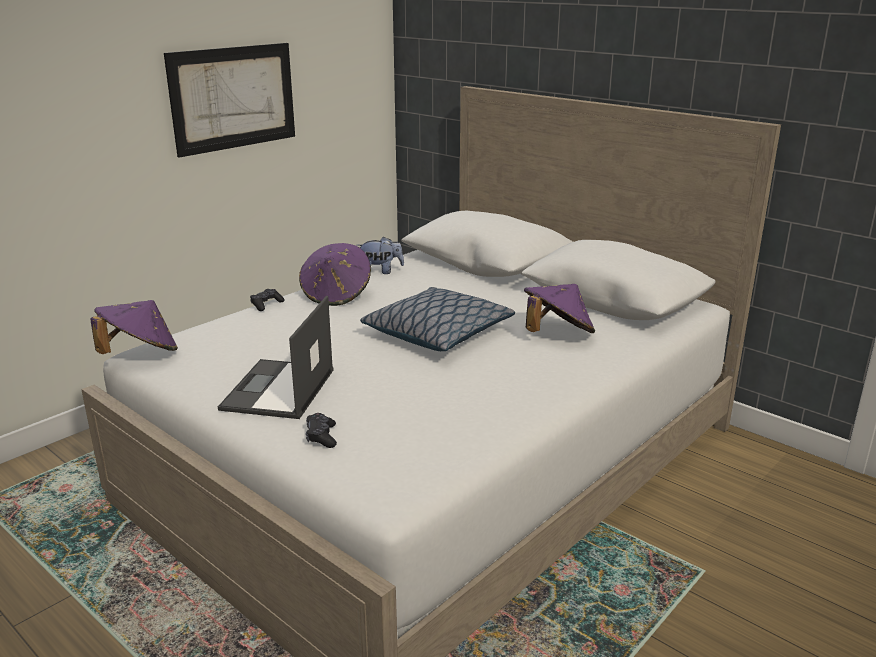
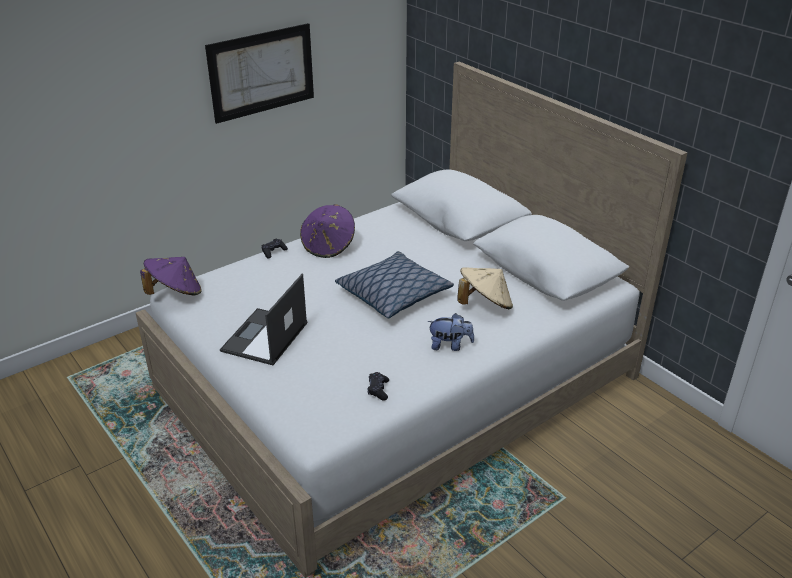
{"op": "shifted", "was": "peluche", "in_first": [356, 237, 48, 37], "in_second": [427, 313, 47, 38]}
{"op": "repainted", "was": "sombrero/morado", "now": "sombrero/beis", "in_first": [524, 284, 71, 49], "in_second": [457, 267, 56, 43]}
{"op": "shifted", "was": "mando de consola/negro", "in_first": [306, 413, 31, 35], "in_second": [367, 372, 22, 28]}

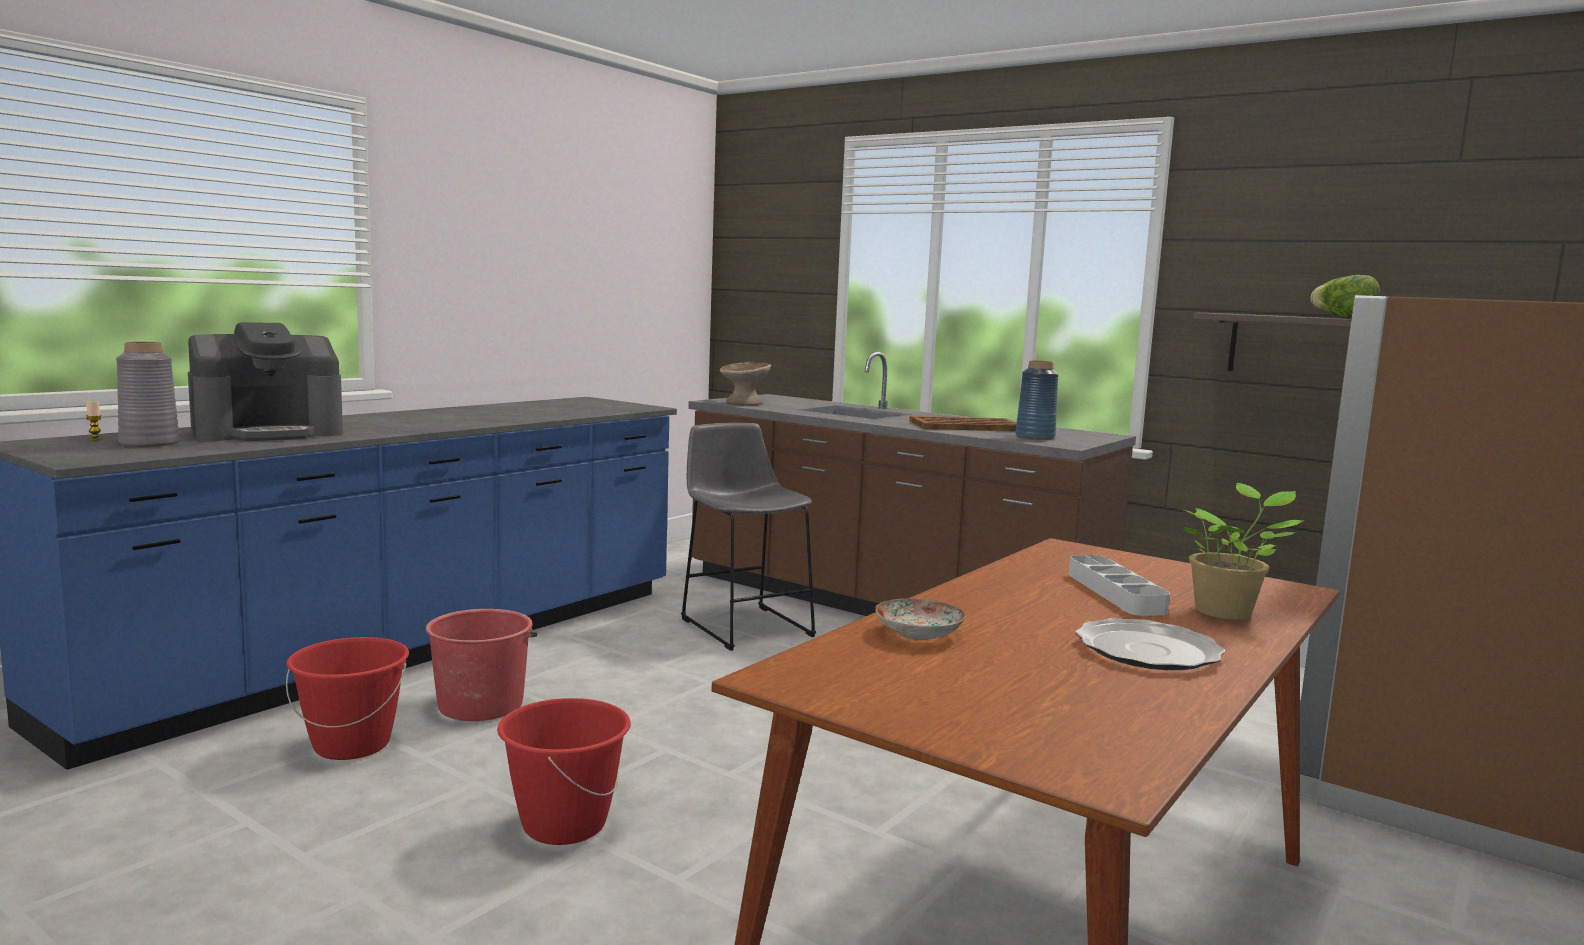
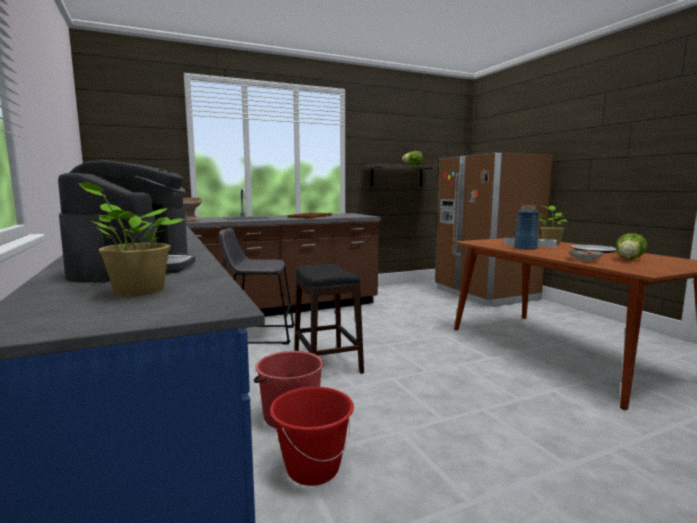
{"op": "swapped", "was": "florero/gris", "now": "planta en maceta", "in_first": [116, 342, 64, 105], "in_second": [79, 182, 106, 115]}
{"op": "shifted", "was": "florero/azul", "in_first": [1015, 360, 44, 80], "in_second": [514, 205, 25, 45]}
{"op": "gone", "was": "vela", "in_first": [86, 400, 17, 41]}
{"op": "gone", "was": "cubo/rojo", "in_first": [497, 698, 134, 147]}
{"op": "new", "now": "lechuga", "in_second": [616, 233, 31, 26]}
{"op": "new", "now": "taburete/negro", "in_second": [294, 264, 70, 110]}

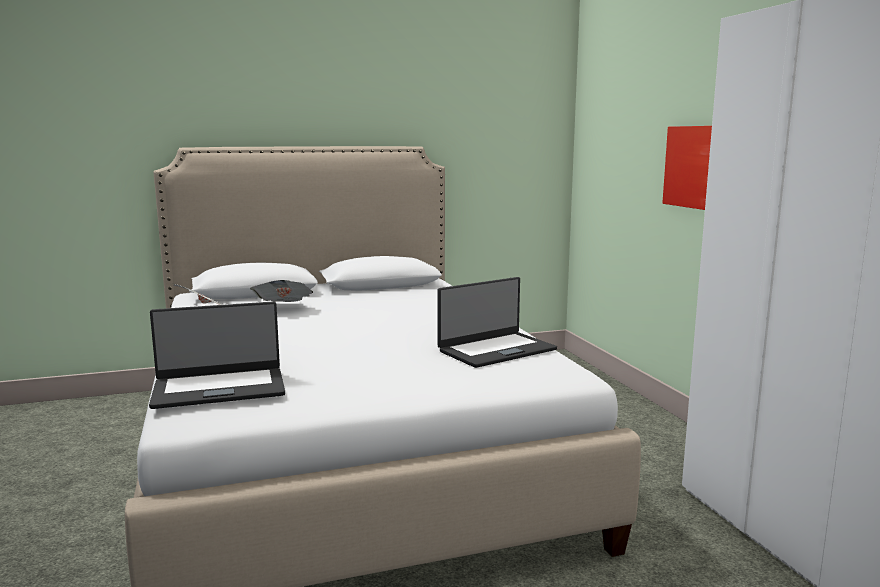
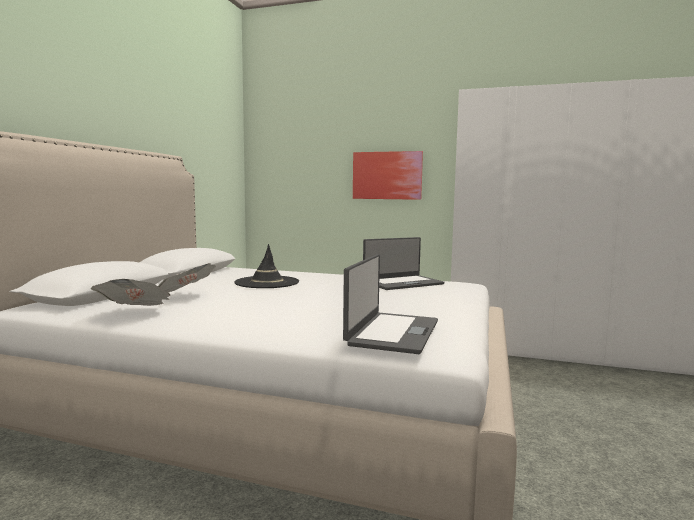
{"op": "rotated", "was": "portátil", "in_first": [438, 277, 119, 91], "in_second": [363, 237, 81, 53], "clockwise": 60}
{"op": "new", "now": "sombrero/negro", "in_second": [235, 244, 64, 44]}

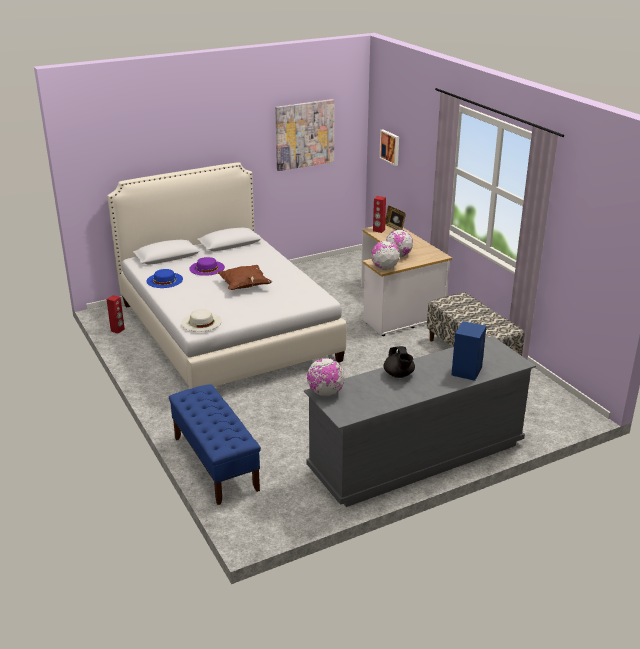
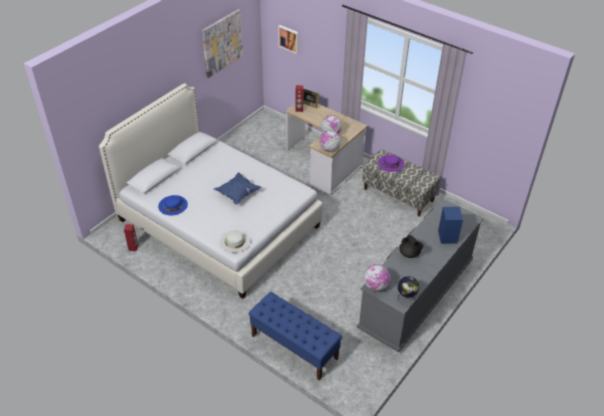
{"op": "shifted", "was": "sombrero/morado", "in_first": [189, 257, 36, 19], "in_second": [378, 155, 26, 17]}
{"op": "repainted", "was": "cojín/marrón", "now": "cojín/azul", "in_first": [217, 265, 55, 25], "in_second": [214, 172, 48, 32]}
{"op": "new", "now": "globo terráqueo", "in_second": [398, 276, 21, 25]}

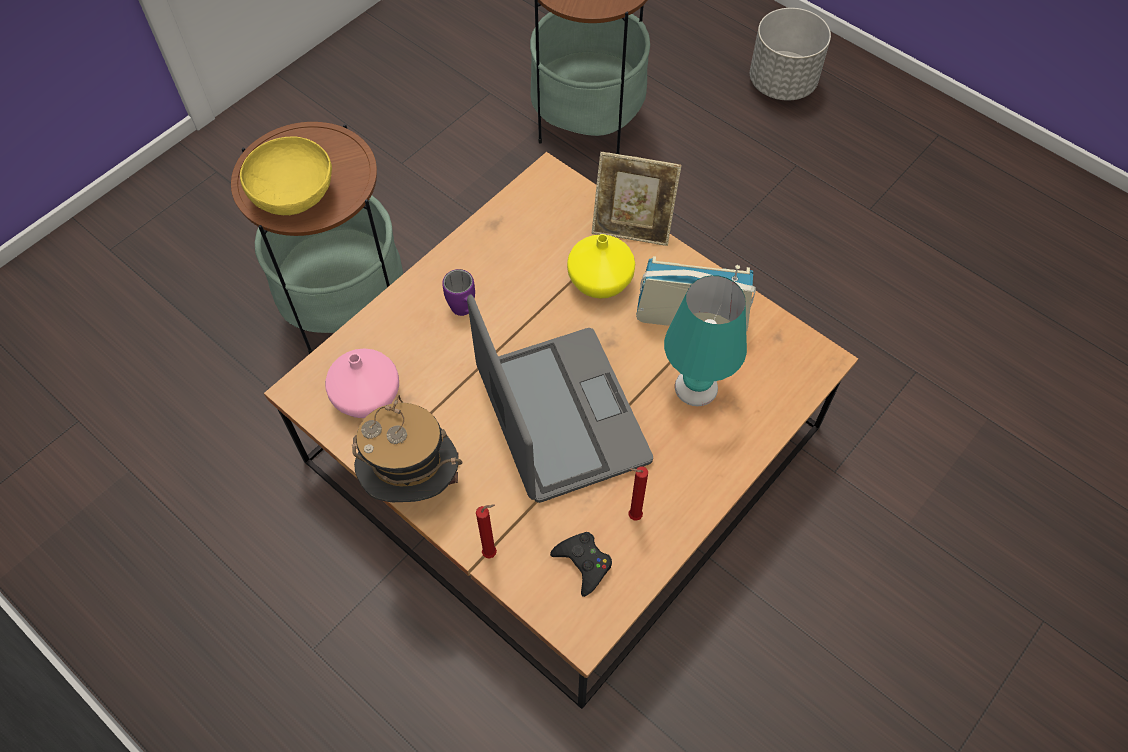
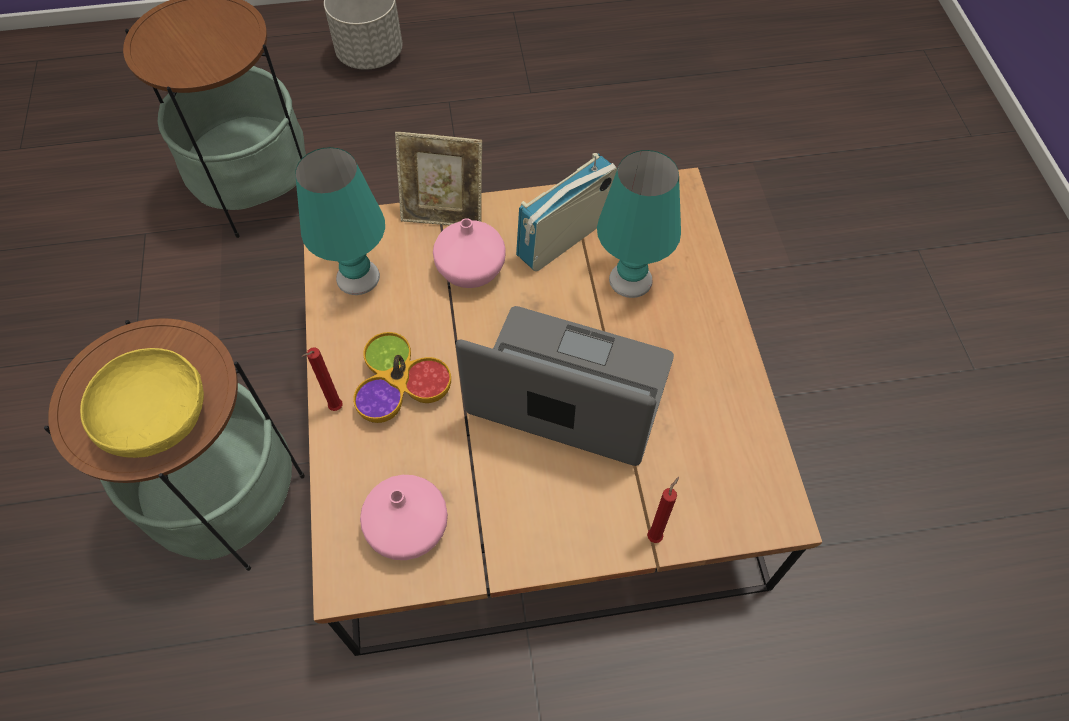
{"op": "rotated", "was": "portarretratos", "in_first": [592, 152, 90, 94], "in_second": [395, 132, 87, 94], "clockwise": 45}
{"op": "repainted", "was": "florero/amarillo", "now": "florero/rosa", "in_first": [567, 234, 68, 65], "in_second": [433, 218, 73, 70]}
{"op": "swapped", "was": "taza grande/morado", "now": "cuenco", "in_first": [442, 269, 33, 47], "in_second": [353, 332, 98, 91]}
{"op": "gone", "was": "sombrero", "in_first": [352, 395, 110, 107]}
{"op": "shifted", "was": "vela/rojo", "in_first": [628, 466, 20, 55], "in_second": [302, 347, 41, 64]}
{"op": "gone", "was": "mando de consola/negro", "in_first": [550, 532, 62, 65]}
{"op": "new", "now": "lámpara de mesa/turquesa", "in_second": [295, 147, 90, 148]}

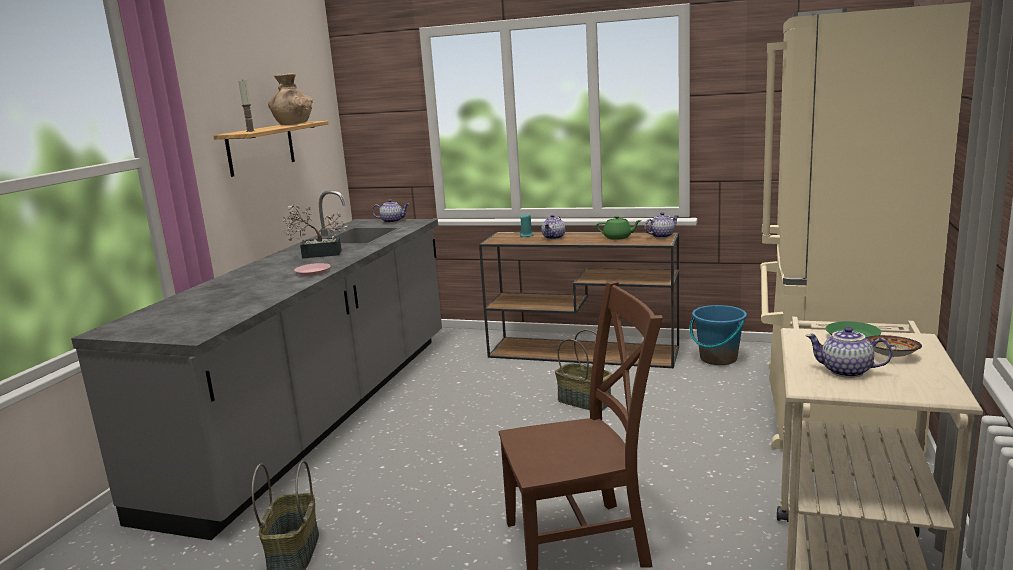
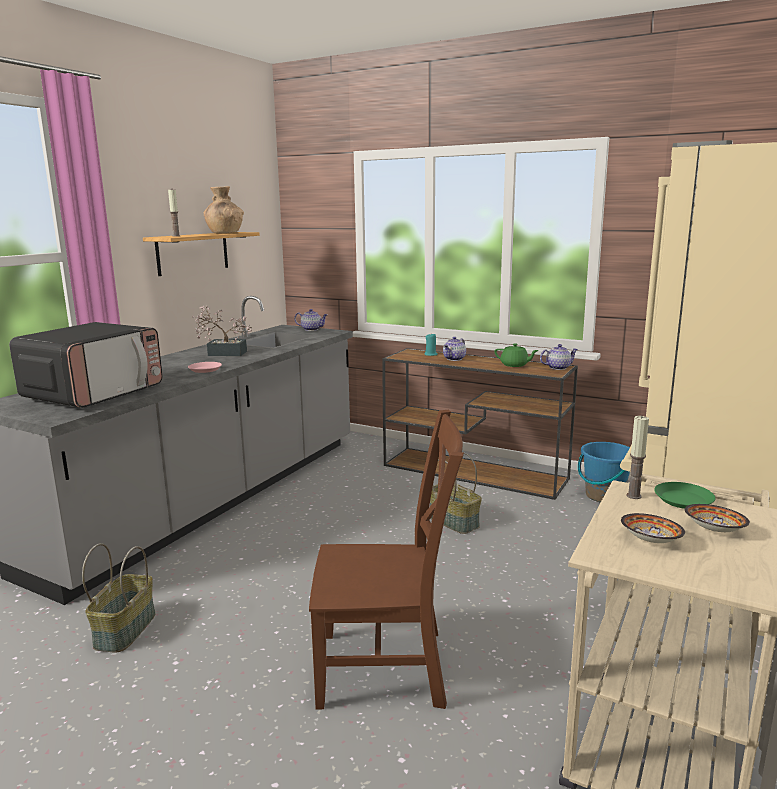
{"op": "swapped", "was": "tetera", "now": "cuenco", "in_first": [805, 327, 87, 51], "in_second": [621, 513, 64, 30]}
{"op": "new", "now": "microondas", "in_second": [9, 322, 154, 86]}
{"op": "new", "now": "vela", "in_second": [626, 415, 23, 84]}

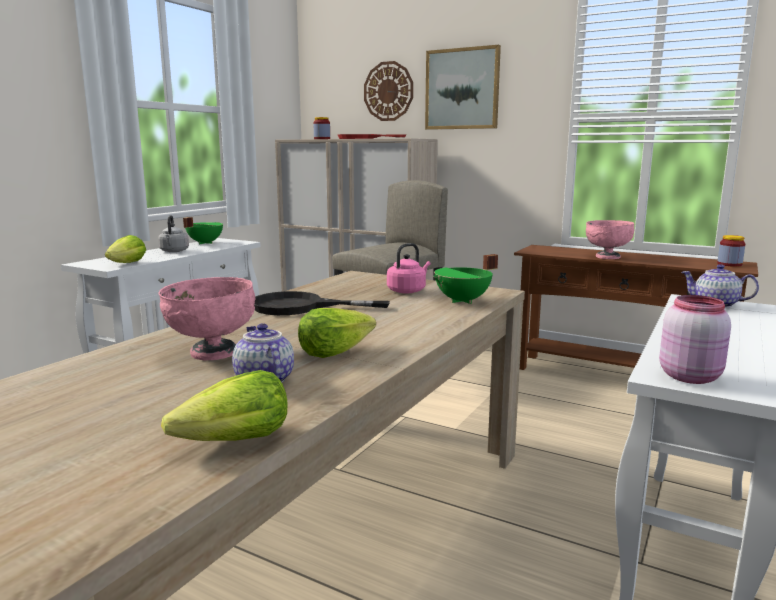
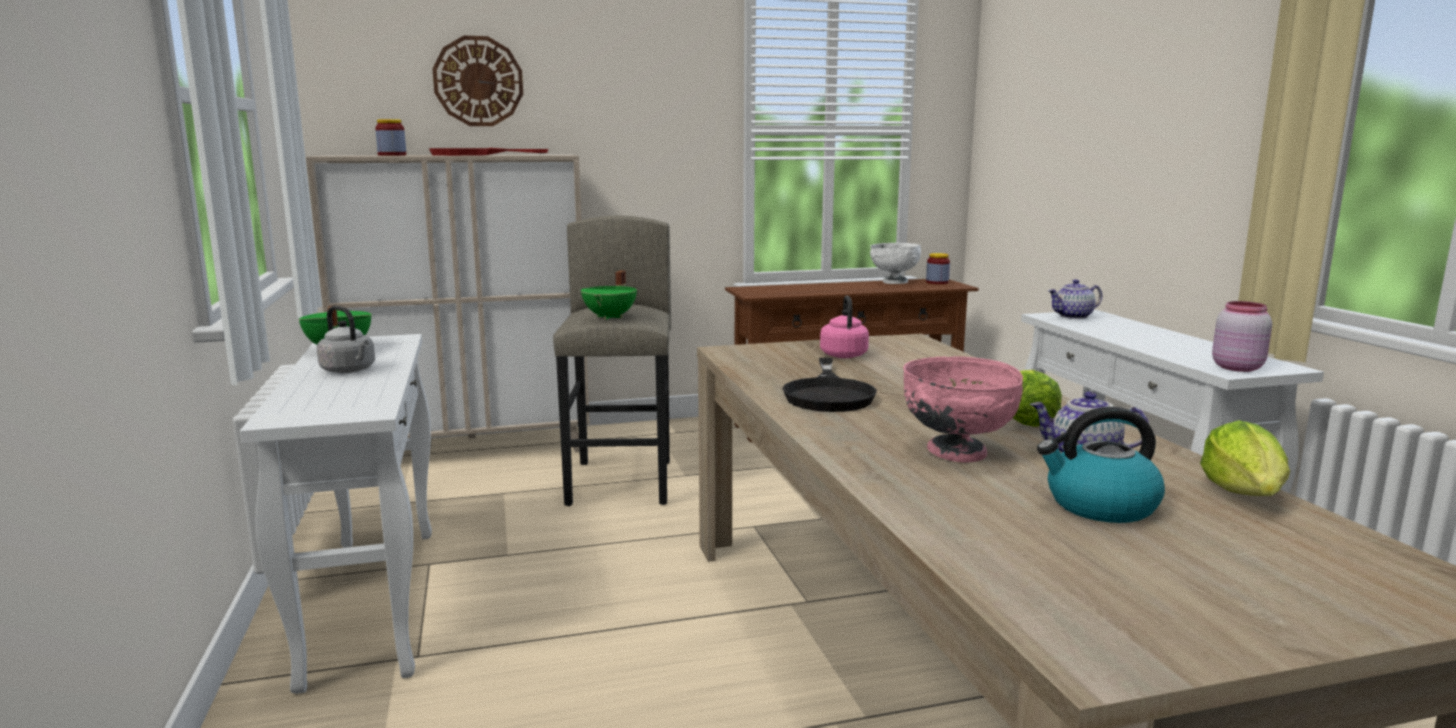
{"op": "gone", "was": "cuadro", "in_first": [425, 45, 76, 85]}
{"op": "gone", "was": "cuenco/rosa", "in_first": [586, 220, 48, 39]}
{"op": "gone", "was": "lechuga", "in_first": [105, 235, 41, 28]}
{"op": "shifted", "was": "olla/verde", "in_first": [433, 254, 65, 50], "in_second": [581, 270, 56, 50]}
{"op": "rotated", "was": "sartén/negro", "in_first": [254, 291, 136, 24], "in_second": [782, 358, 95, 54], "clockwise": -45}
{"op": "new", "now": "cuenco/blanco", "in_second": [870, 243, 51, 41]}
{"op": "new", "now": "hervidor", "in_second": [1037, 407, 128, 116]}

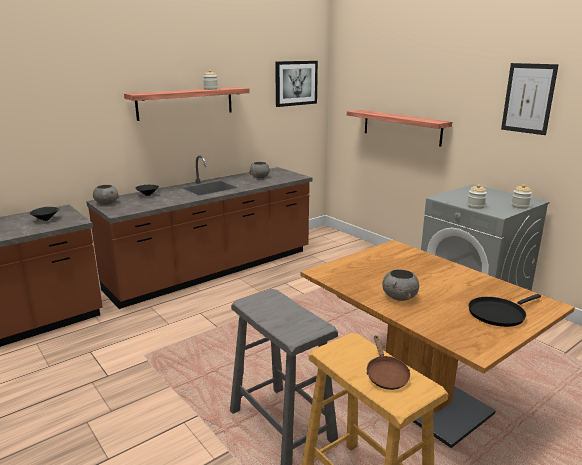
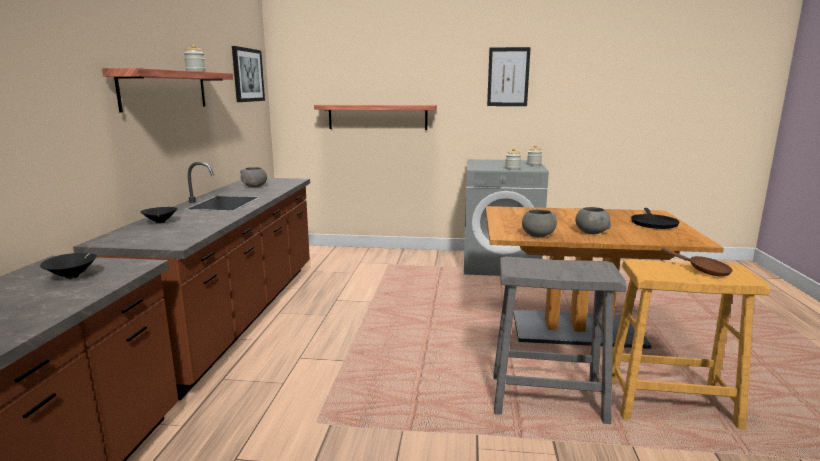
{"op": "shifted", "was": "cuenco/gris", "in_first": [93, 185, 26, 20], "in_second": [522, 209, 35, 28]}

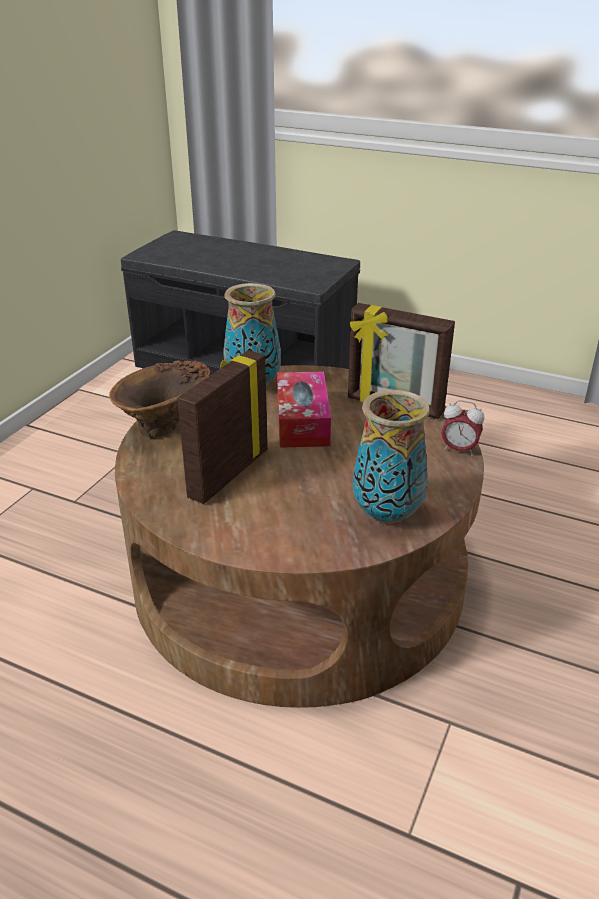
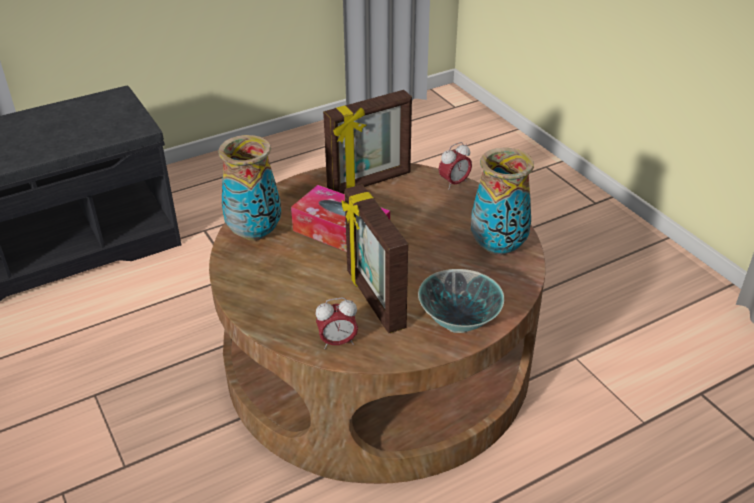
{"op": "gone", "was": "florero/marrón", "in_first": [109, 360, 101, 78]}
{"op": "new", "now": "cuenco", "in_second": [418, 269, 86, 64]}
{"op": "new", "now": "despertador", "in_second": [316, 297, 42, 52]}

